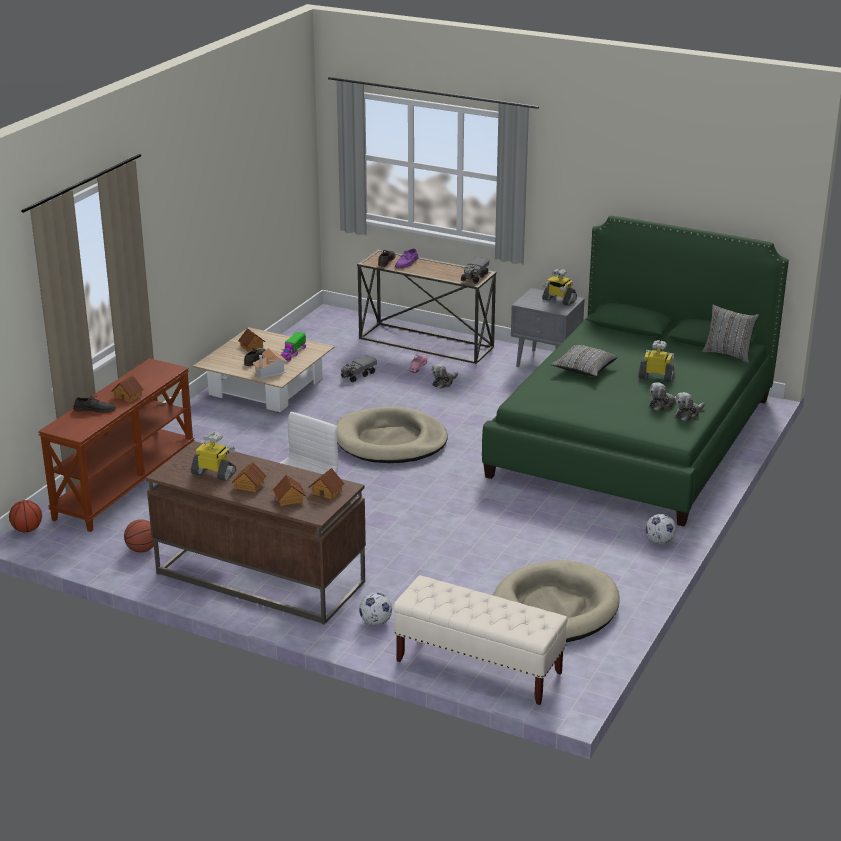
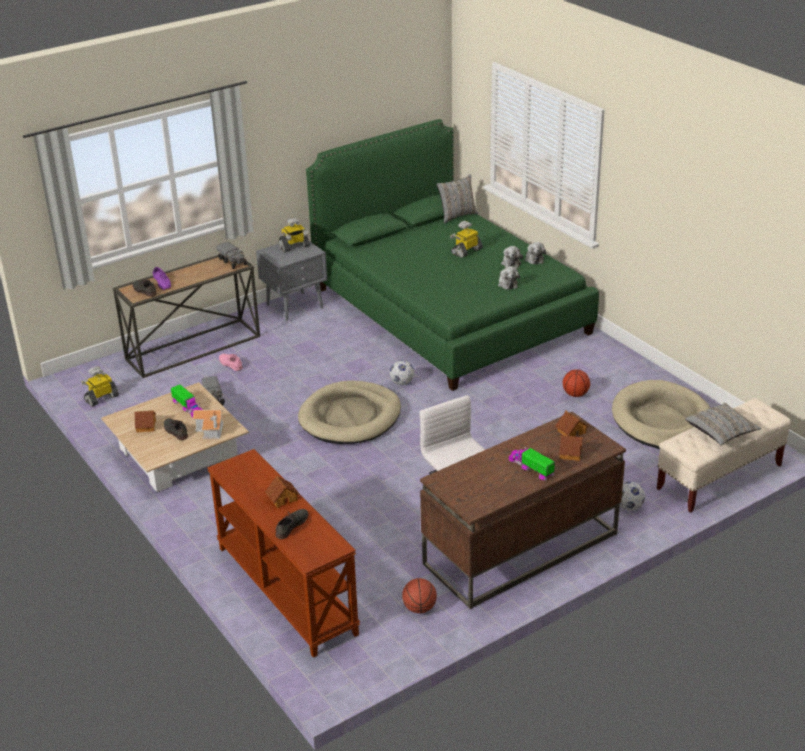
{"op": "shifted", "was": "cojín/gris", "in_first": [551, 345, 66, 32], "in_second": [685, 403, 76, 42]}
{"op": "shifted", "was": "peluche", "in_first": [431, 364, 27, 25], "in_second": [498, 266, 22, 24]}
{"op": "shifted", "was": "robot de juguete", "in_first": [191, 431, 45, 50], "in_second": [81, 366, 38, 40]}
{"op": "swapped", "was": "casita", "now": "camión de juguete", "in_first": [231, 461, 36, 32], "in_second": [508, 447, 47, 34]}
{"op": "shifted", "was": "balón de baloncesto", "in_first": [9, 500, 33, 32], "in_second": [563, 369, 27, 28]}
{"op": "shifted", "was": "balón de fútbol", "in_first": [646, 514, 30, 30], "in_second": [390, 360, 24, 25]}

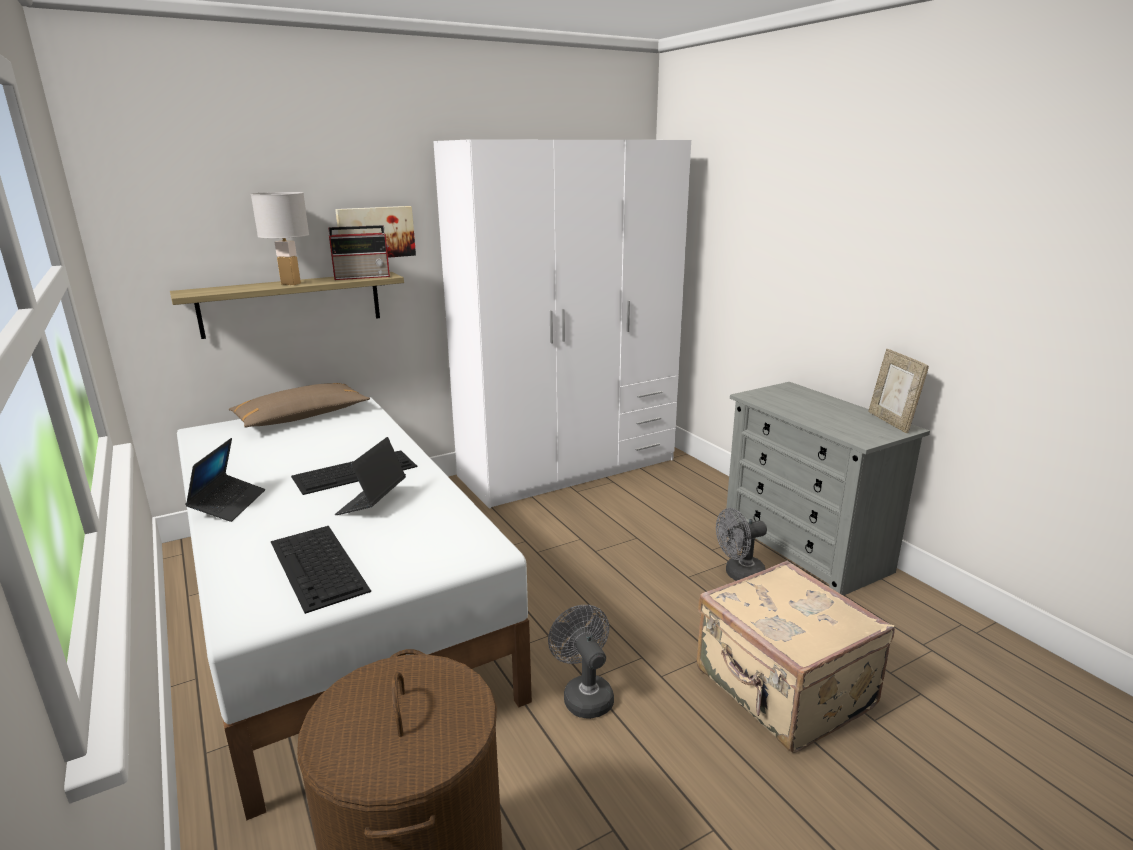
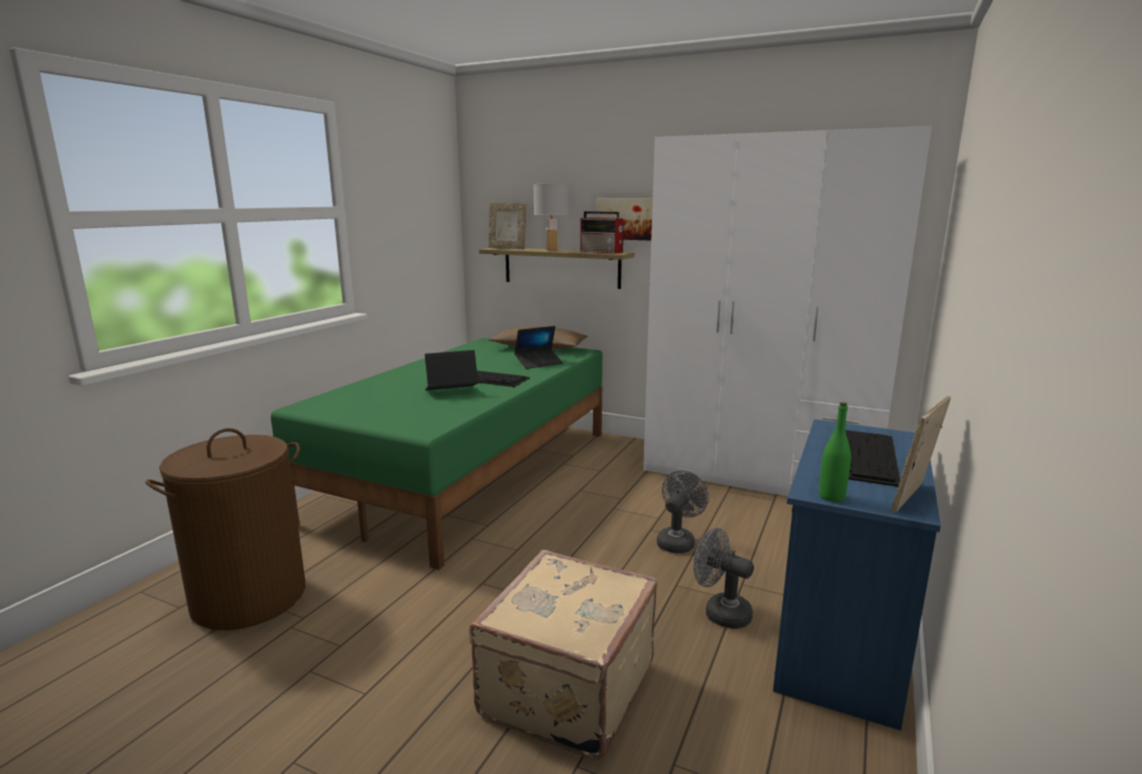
{"op": "repainted", "was": "cómoda/gris", "now": "cómoda/azul", "in_first": [725, 382, 205, 214], "in_second": [773, 419, 168, 311]}
{"op": "repainted", "was": "cama/blanco", "now": "cama/verde", "in_first": [177, 397, 355, 424], "in_second": [271, 338, 331, 232]}
{"op": "shifted", "was": "portátil", "in_first": [185, 438, 80, 84], "in_second": [514, 326, 49, 43]}
{"op": "shifted", "was": "teclado", "in_first": [271, 526, 100, 88], "in_second": [846, 430, 54, 57]}
{"op": "shifted", "was": "ventilador/gris", "in_first": [548, 605, 66, 114], "in_second": [657, 470, 52, 83]}
{"op": "new", "now": "portarretratos", "in_second": [489, 203, 37, 46]}
{"op": "new", "now": "botella/verde", "in_second": [819, 402, 32, 100]}

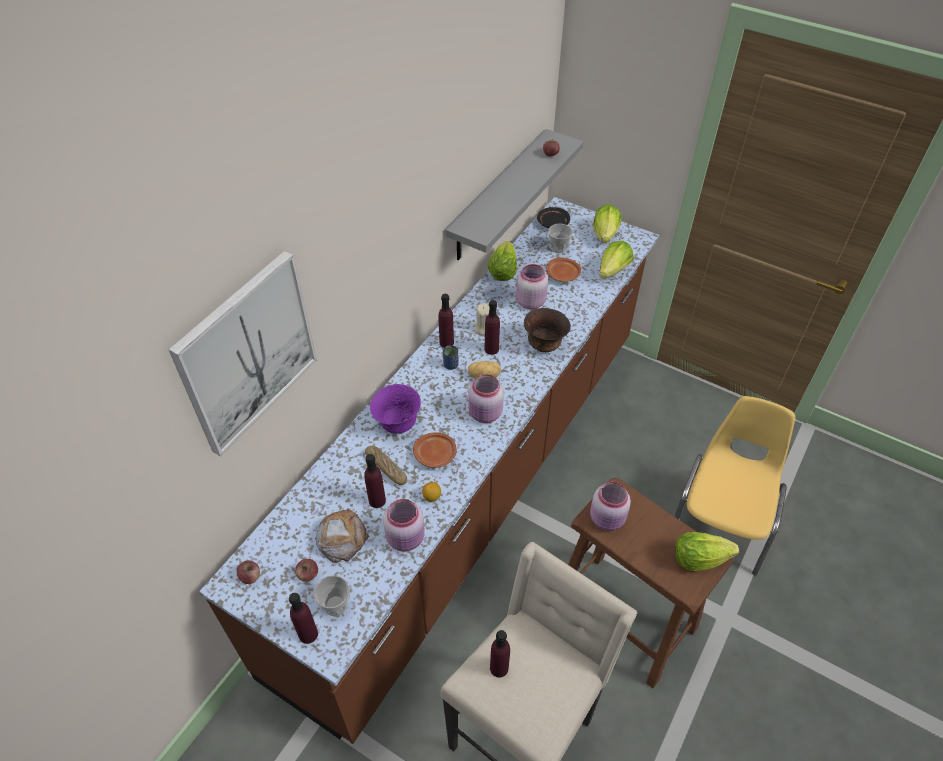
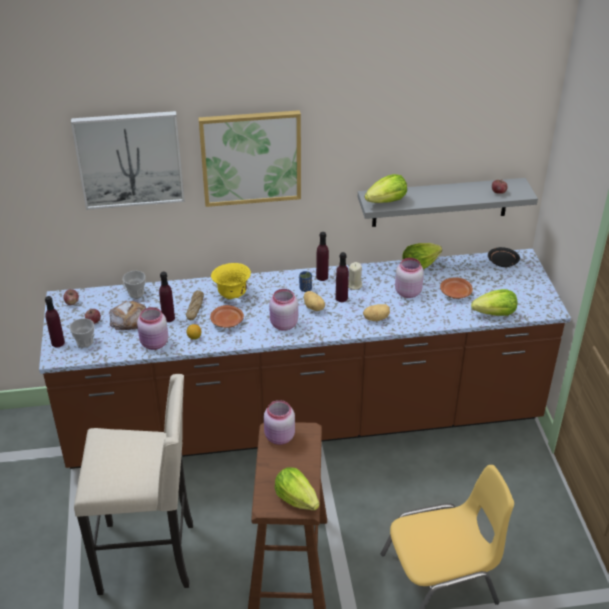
{"op": "shifted", "was": "lechuga", "in_first": [593, 204, 28, 39], "in_second": [365, 174, 42, 29]}
{"op": "shifted", "was": "taza", "in_first": [548, 224, 25, 29], "in_second": [123, 271, 23, 27]}
{"op": "swapped", "was": "cuenco/marrón", "now": "patata", "in_first": [524, 308, 47, 44], "in_second": [363, 304, 27, 17]}
{"op": "repainted", "was": "cuenco/morado", "now": "cuenco/amarillo", "in_first": [370, 384, 51, 50], "in_second": [211, 263, 40, 36]}
{"op": "gone", "was": "botella/morado", "in_first": [490, 630, 20, 48]}
{"op": "new", "now": "cuadro", "in_second": [198, 110, 103, 97]}

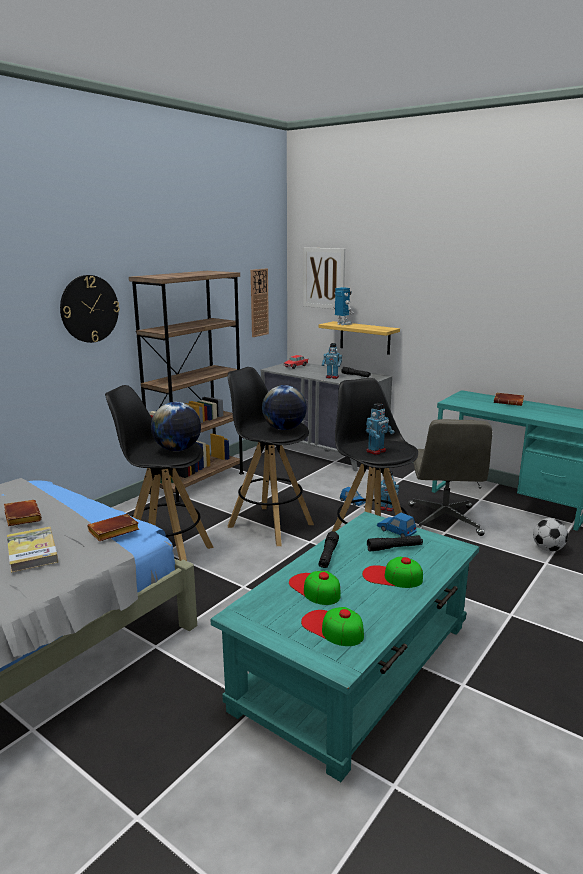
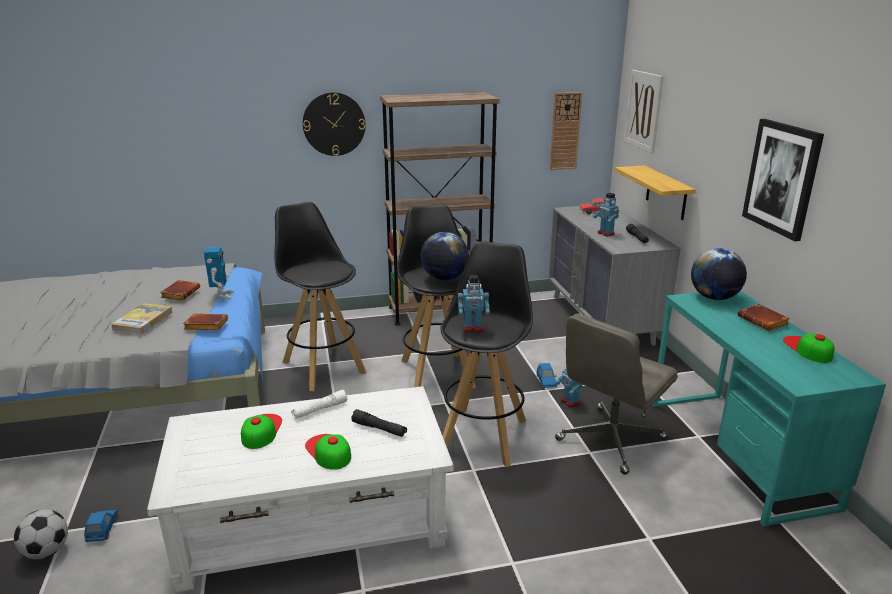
{"op": "shifted", "was": "robot de juguete", "in_first": [333, 287, 21, 38], "in_second": [204, 247, 30, 53]}
{"op": "shifted", "was": "globo terráqueo", "in_first": [151, 402, 50, 49], "in_second": [691, 248, 56, 52]}
{"op": "repainted", "was": "mesa de centro/turquesa", "now": "mesa de centro/blanco", "in_first": [210, 512, 269, 270], "in_second": [147, 386, 307, 206]}
{"op": "shifted", "was": "coche de juguete/azul", "in_first": [377, 513, 40, 24], "in_second": [84, 510, 34, 32]}
{"op": "shifted", "was": "balón de fútbol", "in_first": [533, 518, 35, 34], "in_second": [14, 509, 54, 50]}
{"op": "repainted", "was": "linterna/negro", "now": "linterna/blanco", "in_first": [318, 531, 21, 37], "in_second": [291, 390, 56, 29]}
{"op": "shifted", "was": "gorra", "in_first": [301, 607, 63, 39], "in_second": [783, 333, 51, 30]}
{"op": "new", "now": "cuadro", "in_second": [742, 119, 82, 122]}

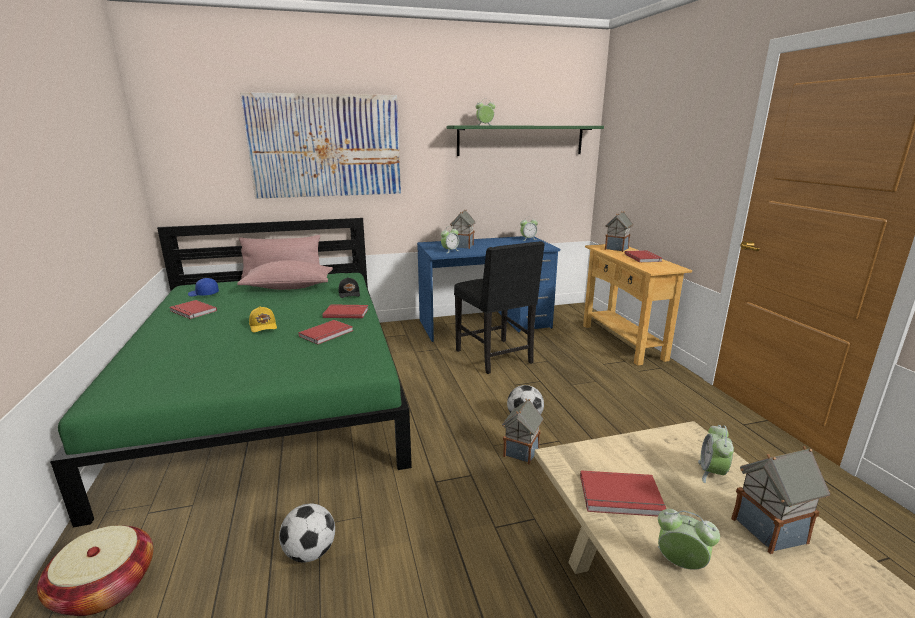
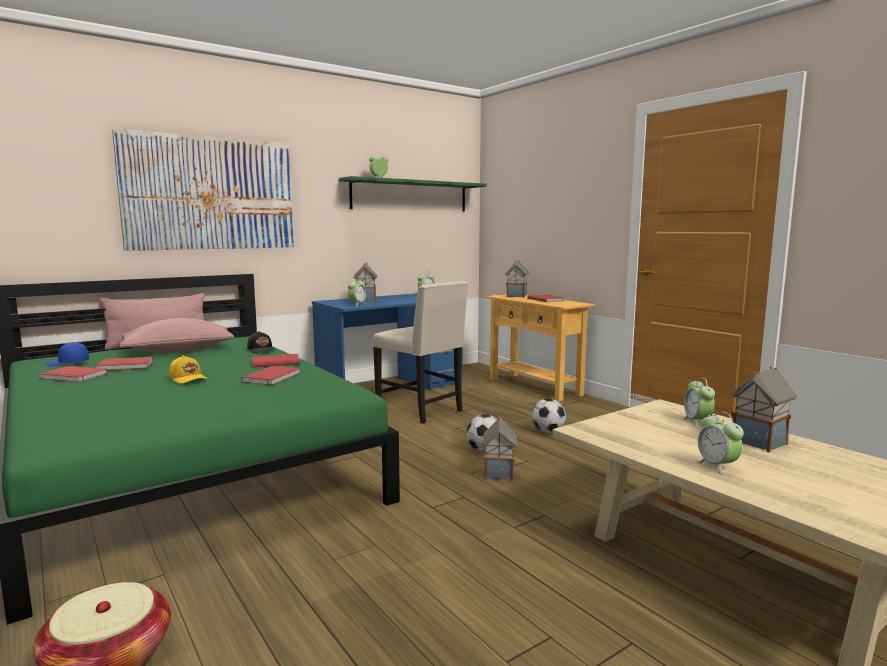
{"op": "repainted", "was": "silla/negro", "now": "silla/beis", "in_first": [454, 241, 91, 133], "in_second": [373, 281, 95, 143]}
{"op": "shifted", "was": "libro/rojo", "in_first": [580, 471, 86, 45], "in_second": [95, 357, 59, 13]}
{"op": "shifted", "was": "balón de fútbol", "in_first": [279, 503, 56, 59], "in_second": [531, 398, 35, 35]}
{"op": "rotated", "was": "despertador", "in_first": [658, 509, 62, 61], "in_second": [696, 412, 48, 63], "clockwise": -120}

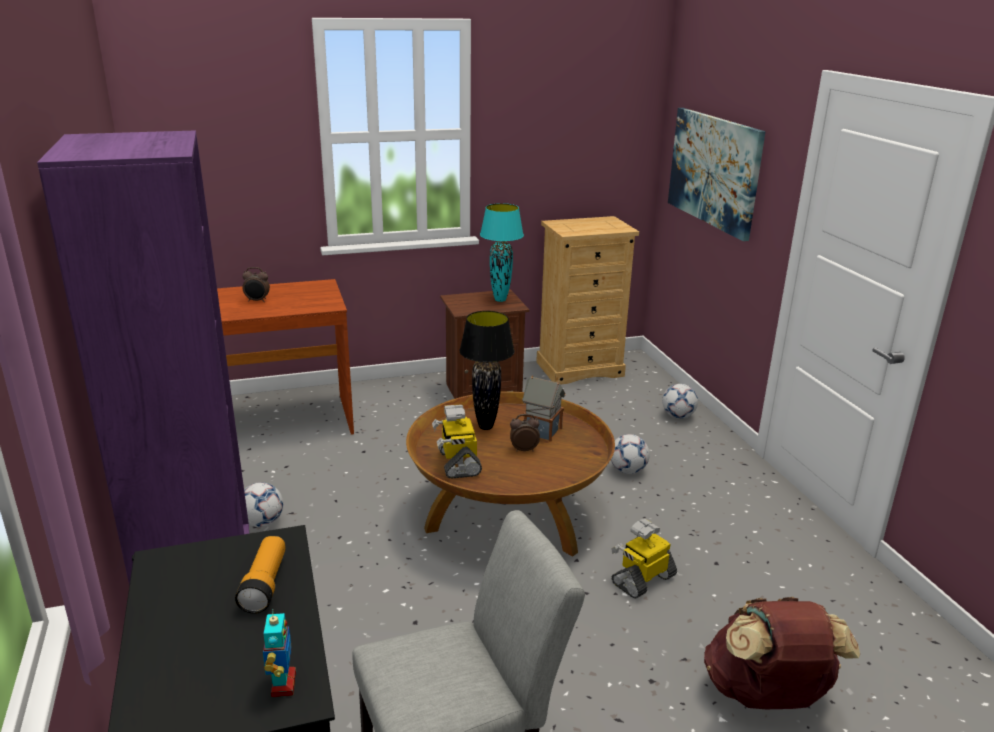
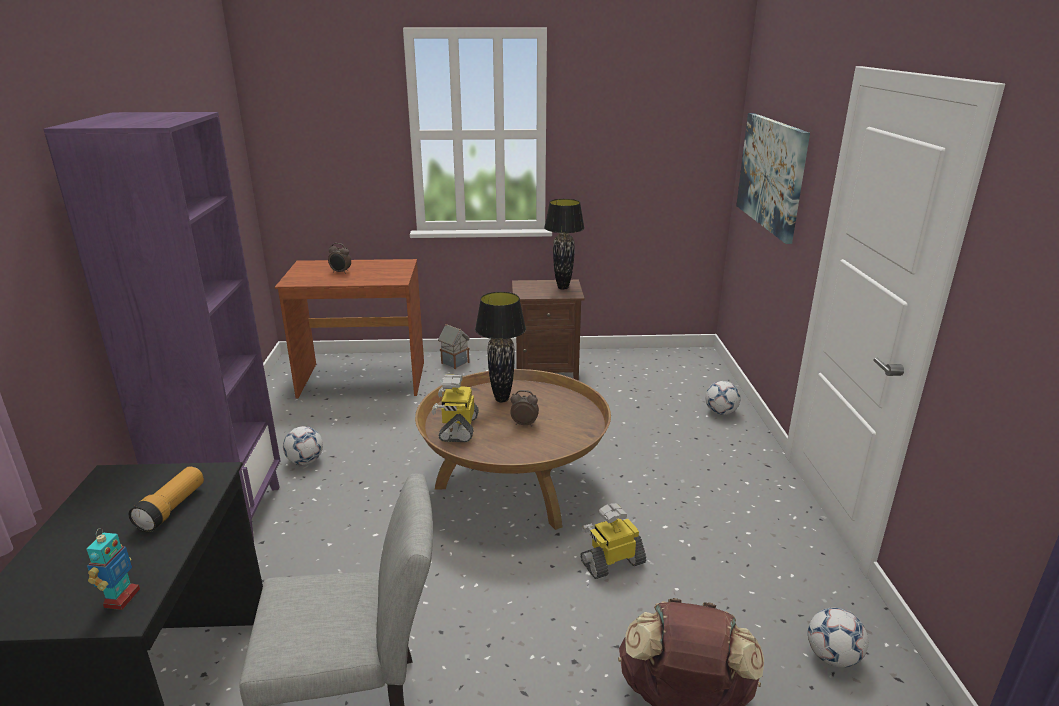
{"op": "repainted", "was": "lámpara de mesa/turquesa", "now": "lámpara de mesa/negro", "in_first": [480, 203, 44, 99], "in_second": [544, 199, 41, 91]}
{"op": "gone", "was": "cómoda/beis", "in_first": [536, 216, 103, 169]}
{"op": "shifted", "was": "casita", "in_first": [522, 376, 44, 66], "in_second": [438, 324, 32, 45]}
{"op": "shifted", "was": "balón de fútbol", "in_first": [611, 434, 39, 40], "in_second": [808, 608, 61, 60]}

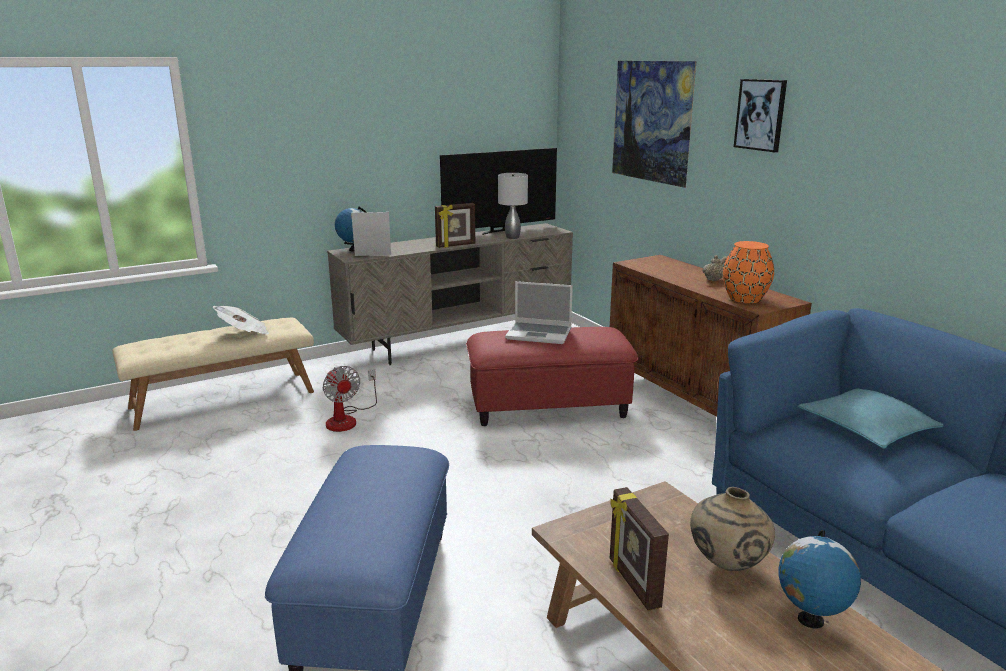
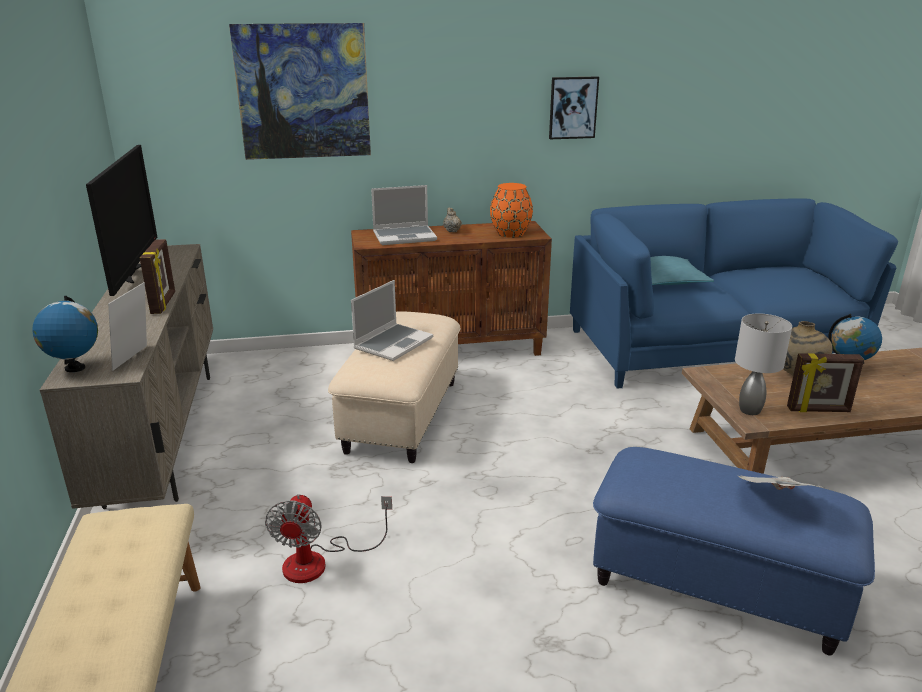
{"op": "shifted", "was": "cuadro", "in_first": [734, 79, 53, 73], "in_second": [549, 76, 50, 63]}
{"op": "shifted", "was": "lámpara de mesa/gris", "in_first": [498, 173, 30, 66], "in_second": [735, 313, 57, 102]}
{"op": "shifted", "was": "periódico", "in_first": [213, 306, 56, 29], "in_second": [739, 475, 86, 15]}
{"op": "repainted", "was": "puf/rojo", "now": "puf/beis", "in_first": [466, 327, 172, 99], "in_second": [328, 311, 133, 152]}
{"op": "rotated", "was": "ventilador", "in_first": [323, 366, 54, 66], "in_second": [265, 494, 127, 89], "clockwise": 105}
{"op": "new", "now": "portátil", "in_second": [371, 185, 66, 60]}

